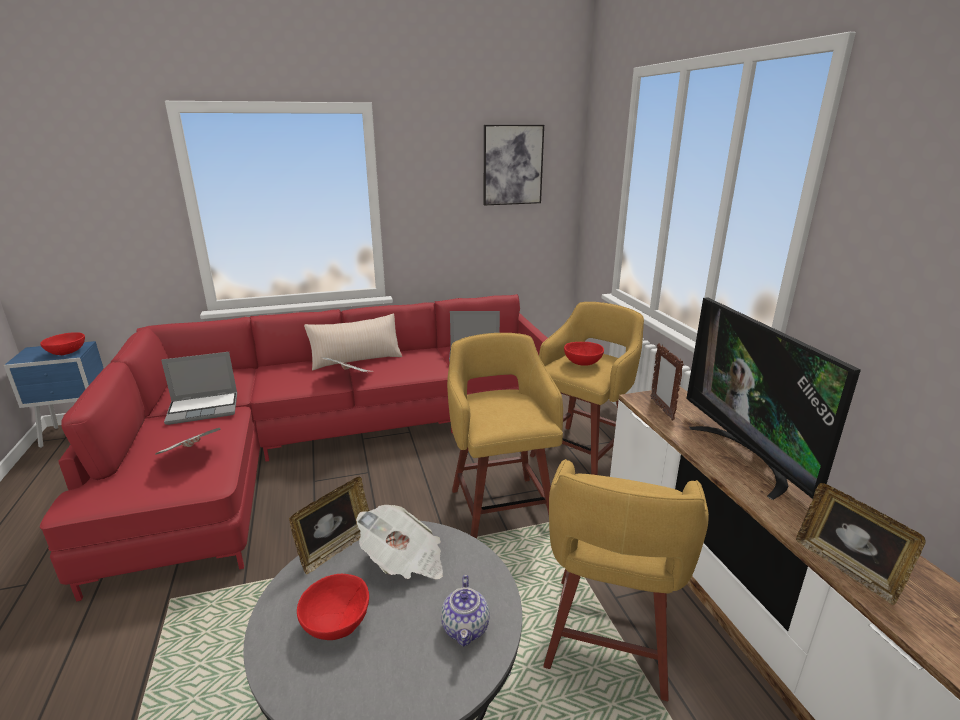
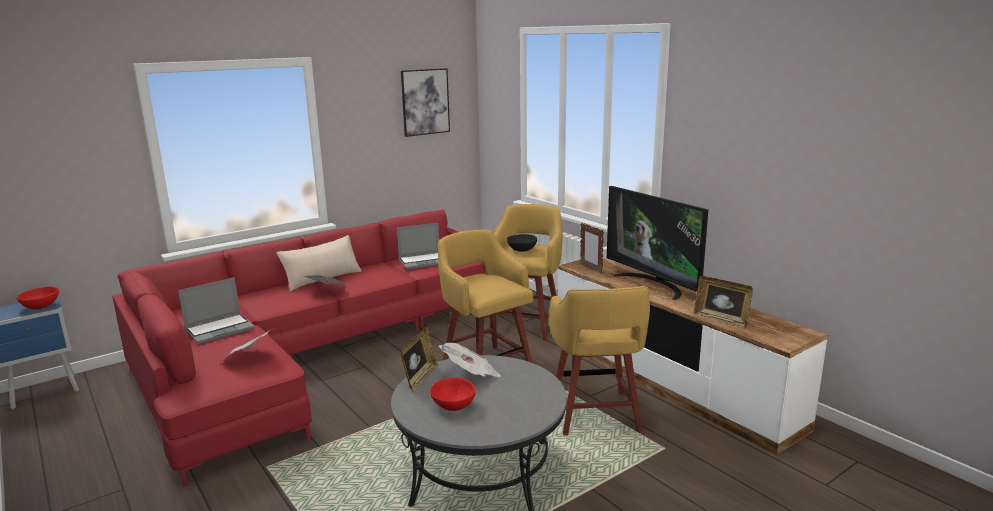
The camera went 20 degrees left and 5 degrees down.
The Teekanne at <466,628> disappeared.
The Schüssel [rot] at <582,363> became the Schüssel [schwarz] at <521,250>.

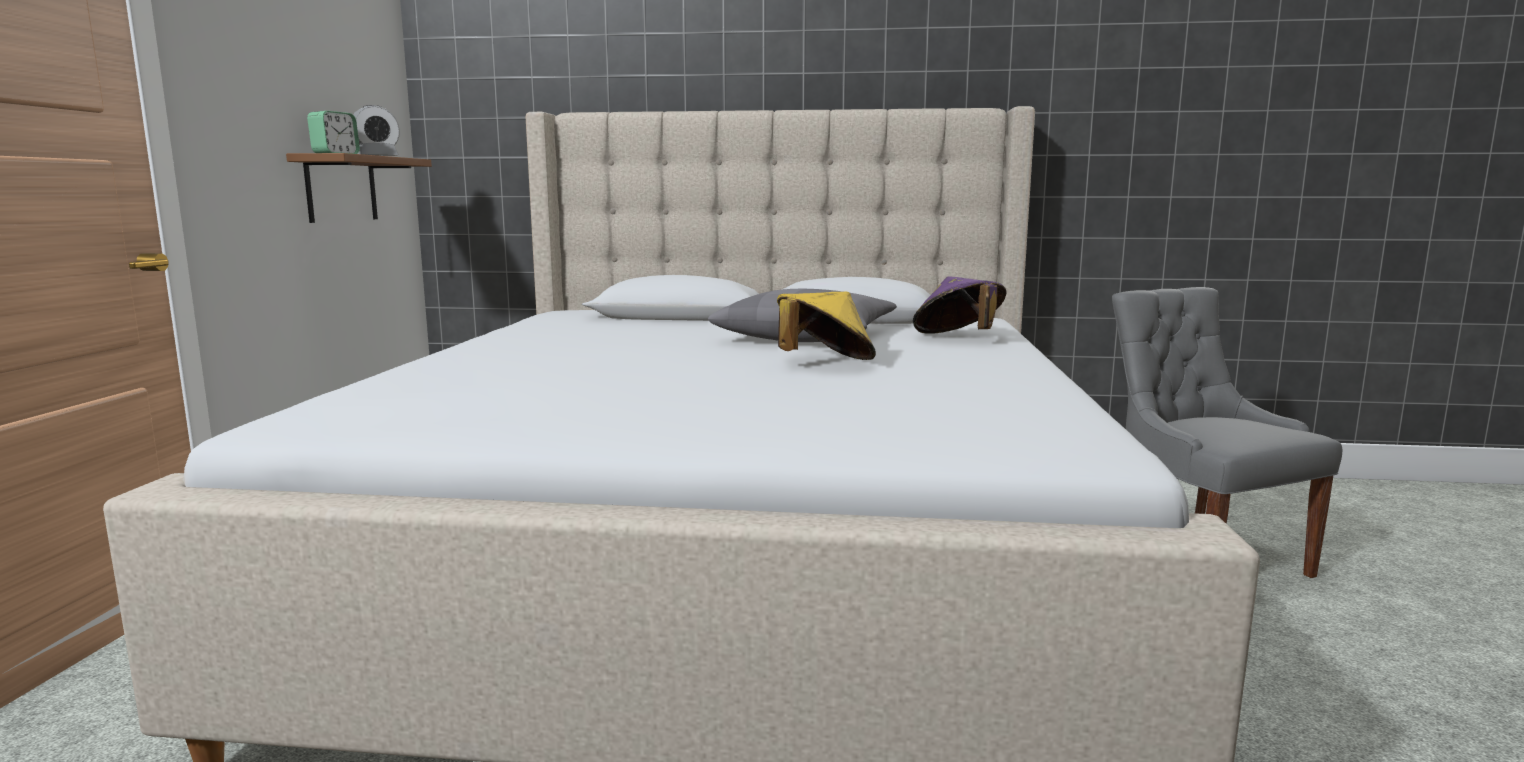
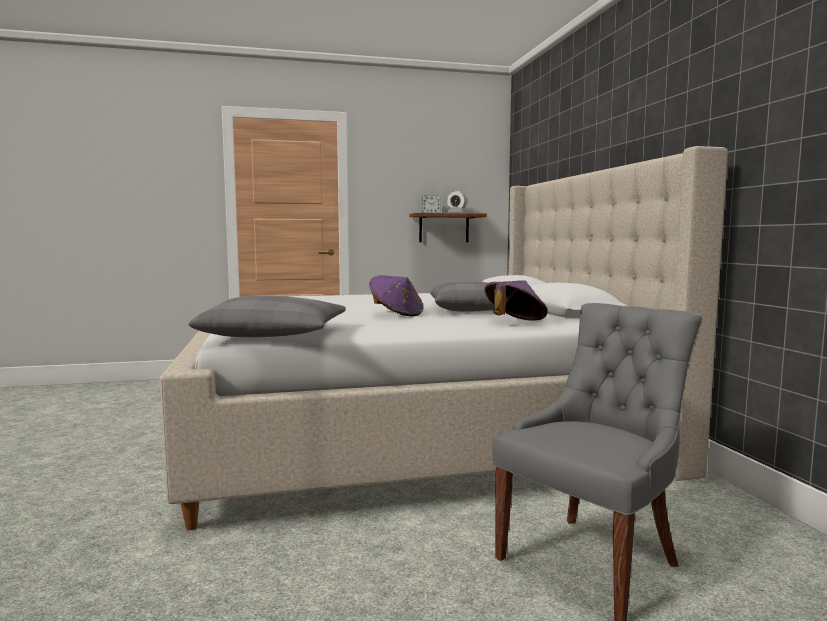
The camera went 70 degrees right and 5 degrees down.
The Kissen [grau] at <275,335> appeared.
The Hut [gelb] at <824,363> became the Hut [lila] at <396,314>.

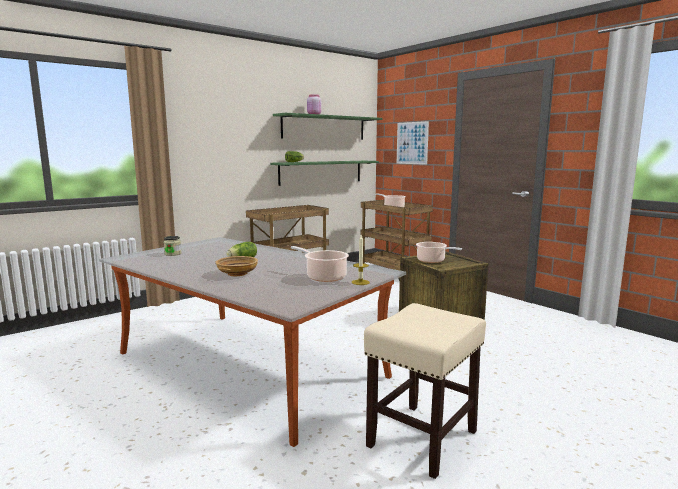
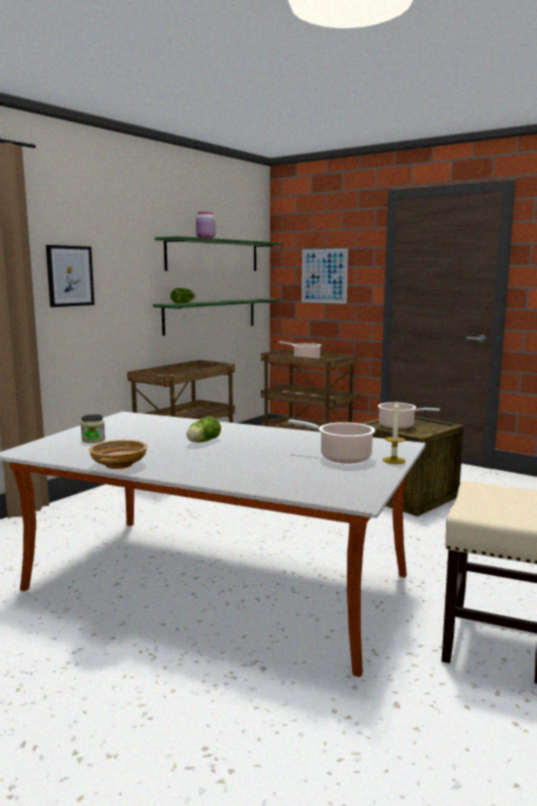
The camera went 15 degrees left and 0 degrees up.
The Bild at <70,276> appeared.
The Schüssel [beige] moved from <237,273> to <119,464>.

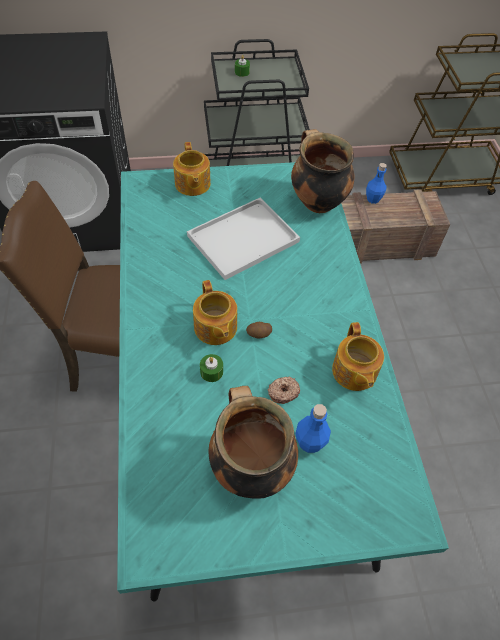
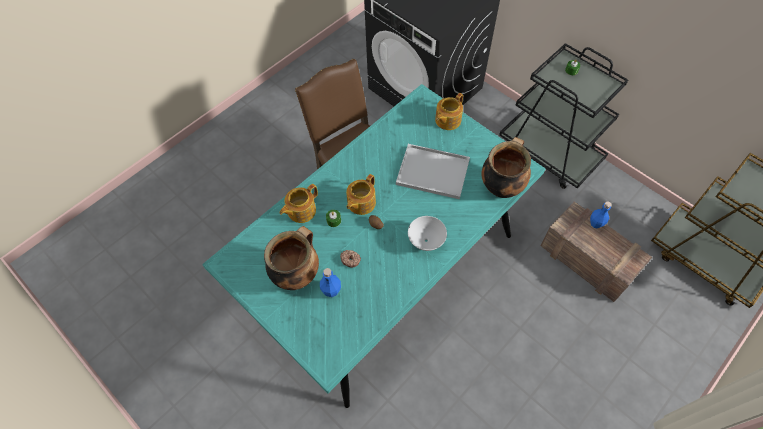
The camera went 55 degrees right and 5 degrees up.
The Schüssel [weiß] at <425,241> appeared.
The Teekanne moved from <354,372> to <301,211>.

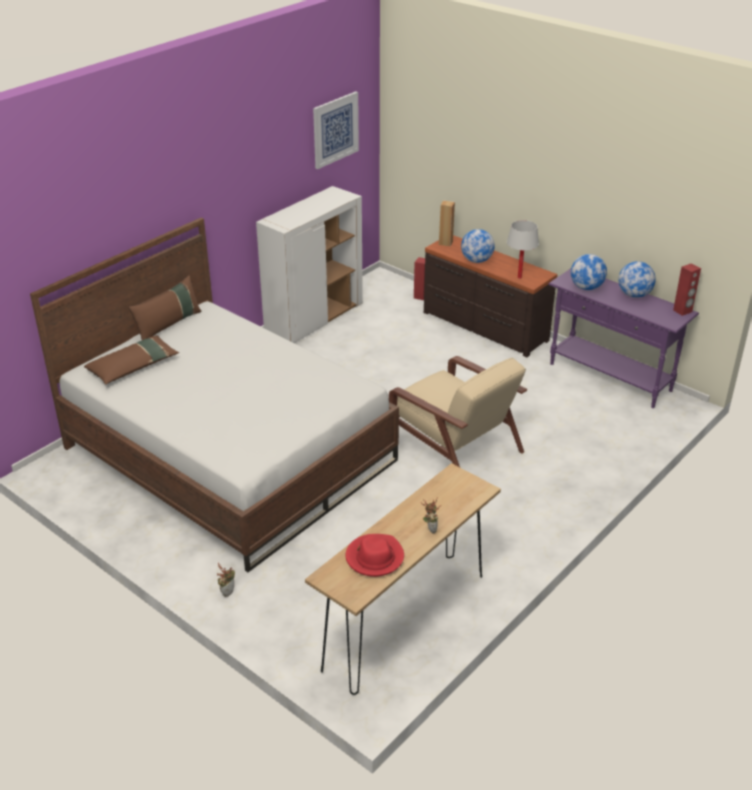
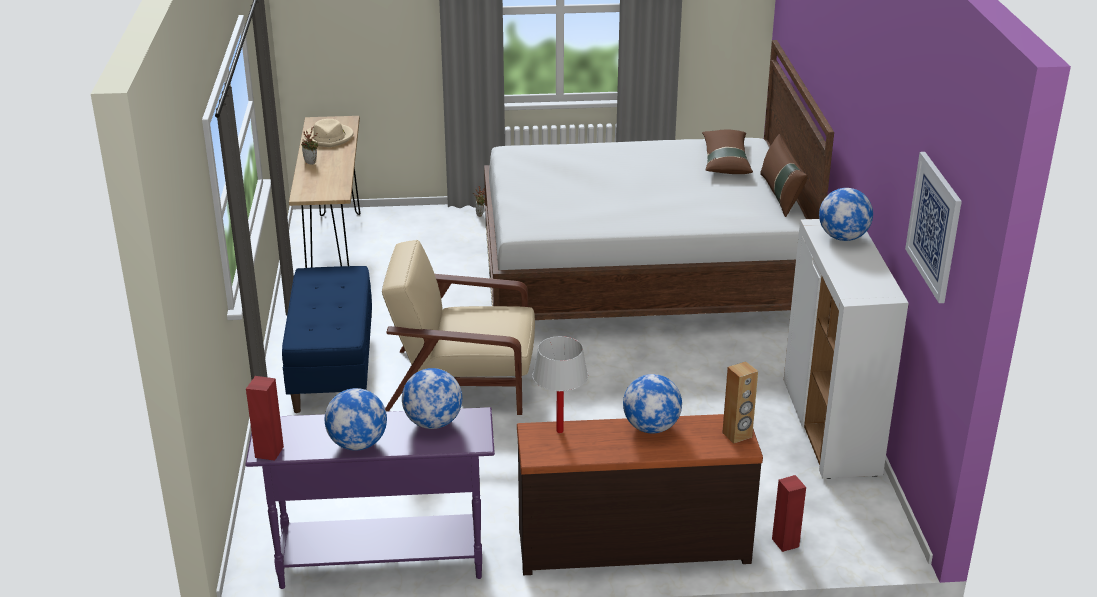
The camera went 135 degrees right and 5 degrees down.
The Bank [blau] at <332,368> appeared.
The Globus at <843,237> appeared.
The Hut [rot] at <374,557> became the Hut [beige] at <329,137>.

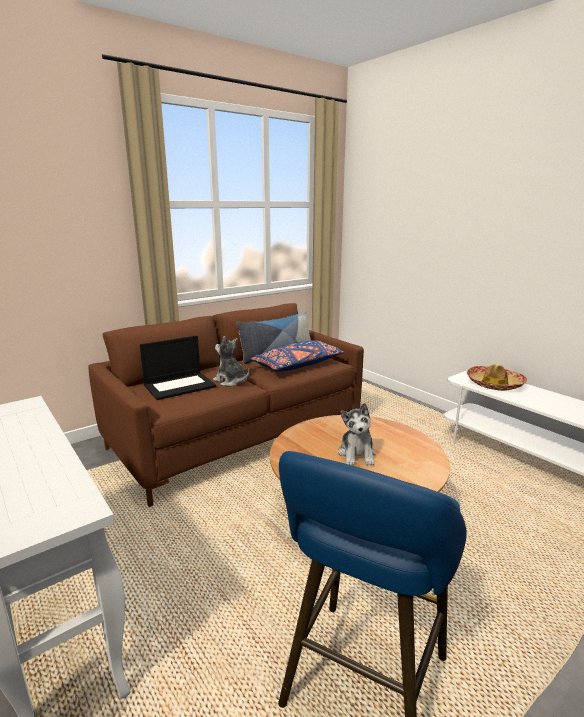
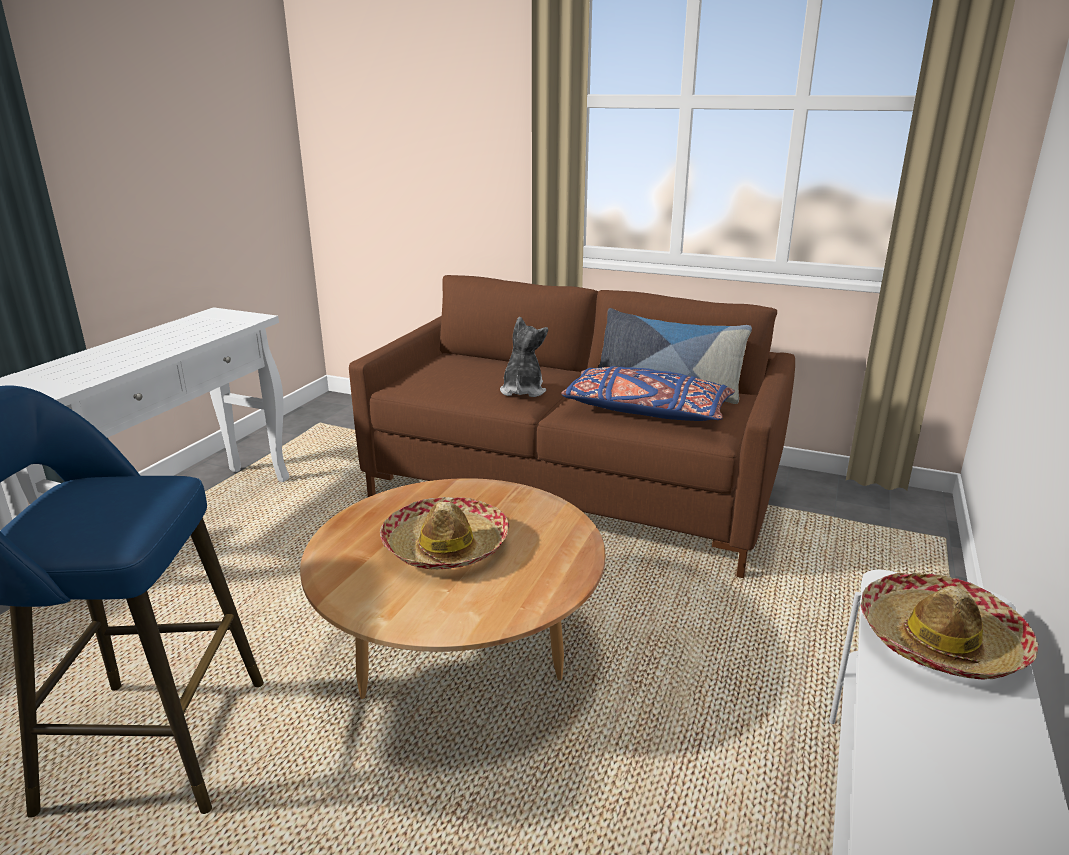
The camera went 60 degrees right and 5 degrees up.
The Laptop at <180,385> disappeared.
The Plüschtier at <357,454> was replaced by the Hut at <445,546>.

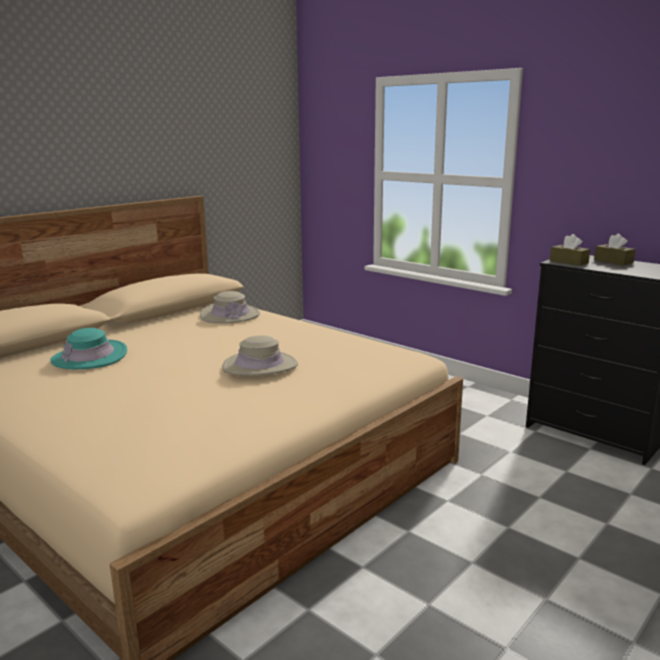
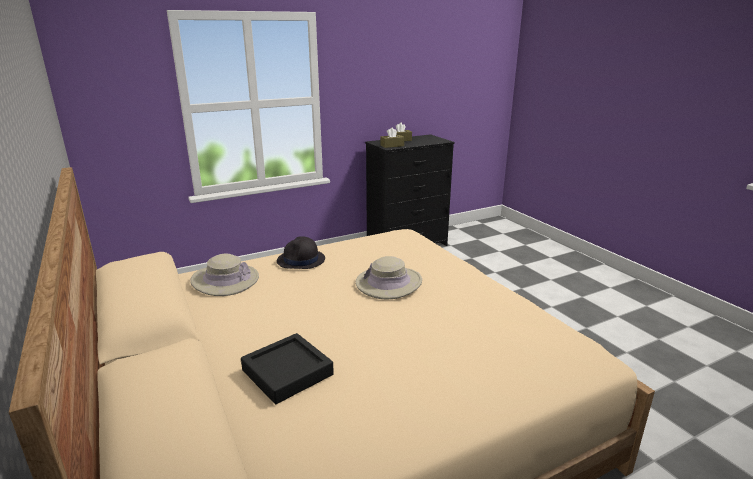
The camera went 70 degrees left and 5 degrees up.
The Hut [schwarz] at <301,260> appeared.
The Hut [türkis] at <90,357> was replaced by the Tablett [schwarz] at <287,372>.

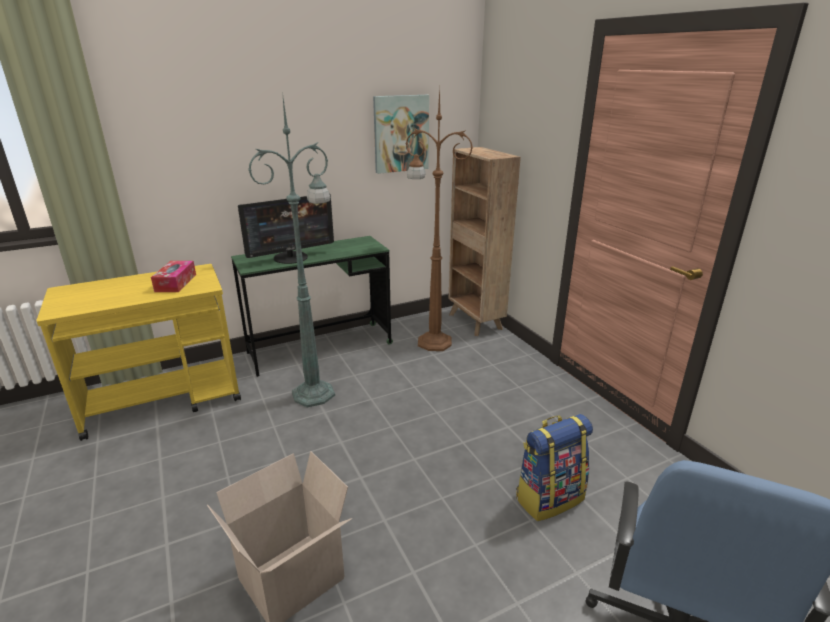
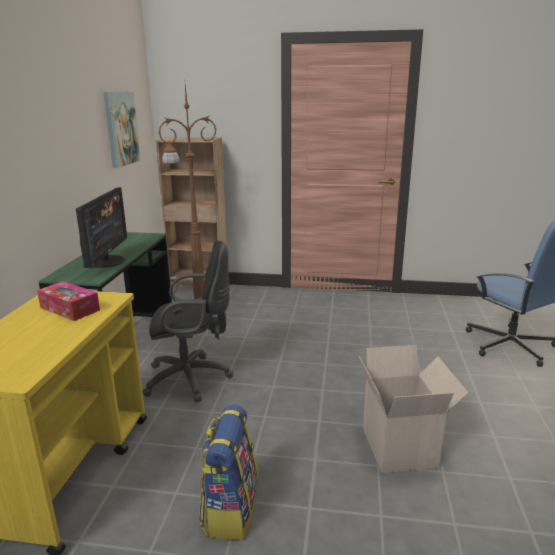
The camera went 55 degrees left and 5 degrees down.
The Rucksack moved from <549,497> to <229,510>.
The Stehlampe [grün] at <315,393> was replaced by the Bürostuhl [schwarz] at <192,378>.

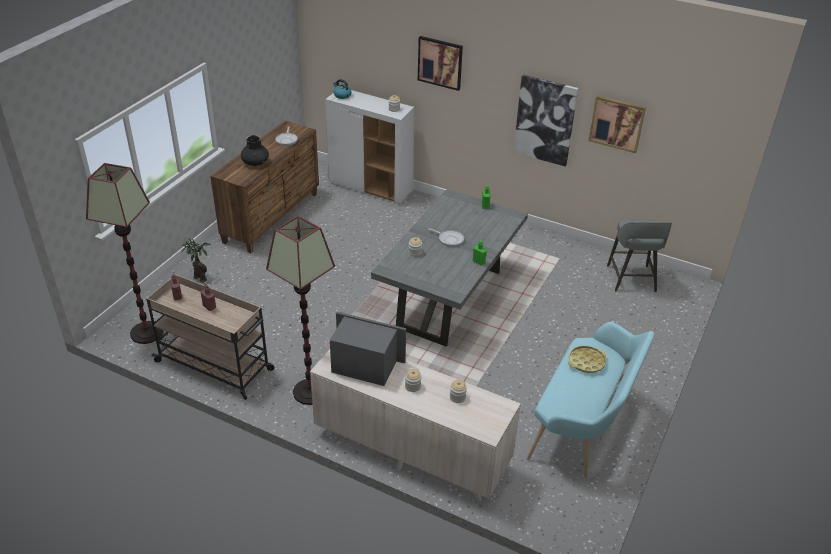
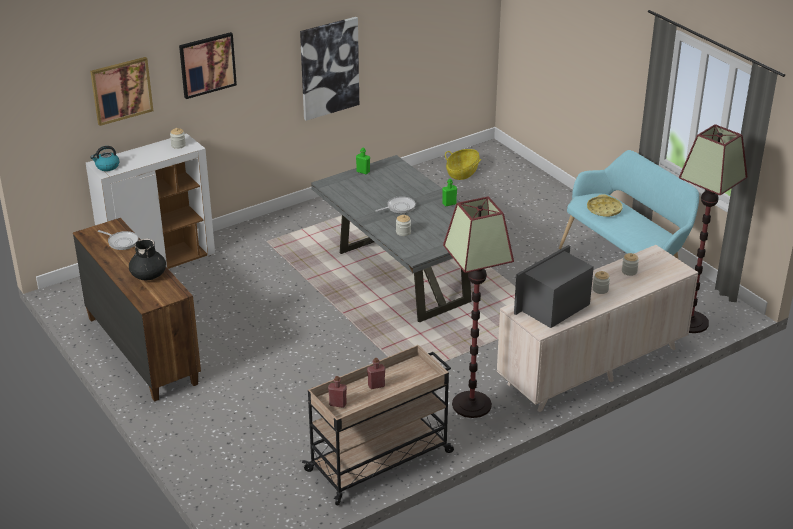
The camera went 60 degrees left and 5 degrees down.
The Topfpflanze at <199,277> disappeared.
The Stehlampe moved from <146,332> to <689,322>.
The Bild moved from <617,123> to <121,90>.
The Hocker [grau] at <631,279> was replaced by the Korb at <462,172>.

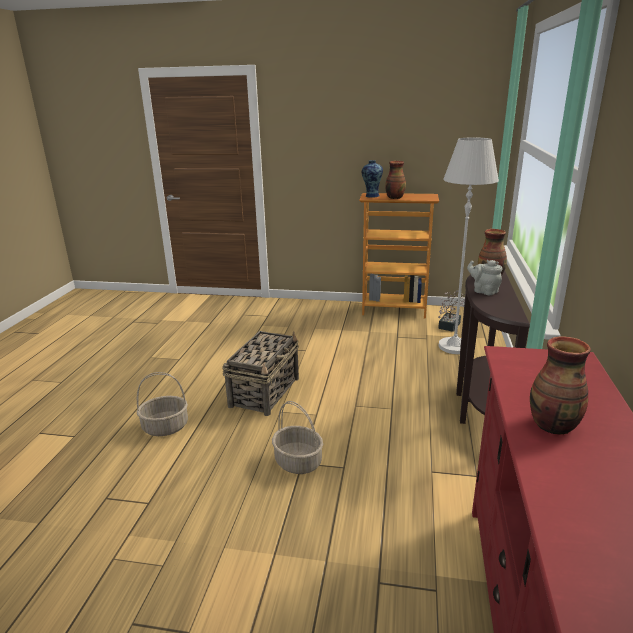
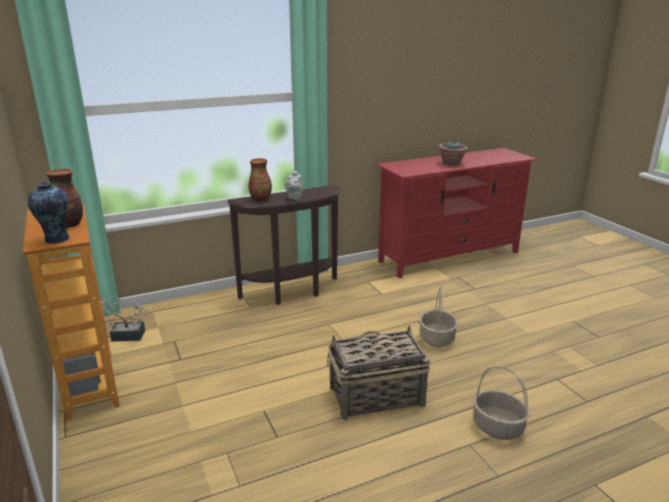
The camera went 125 degrees left and 0 degrees up.
The Stehlampe [weiß] at <454,346> disappeared.
The Vase at <554,426> was replaced by the Topfpflanze at <451,164>.

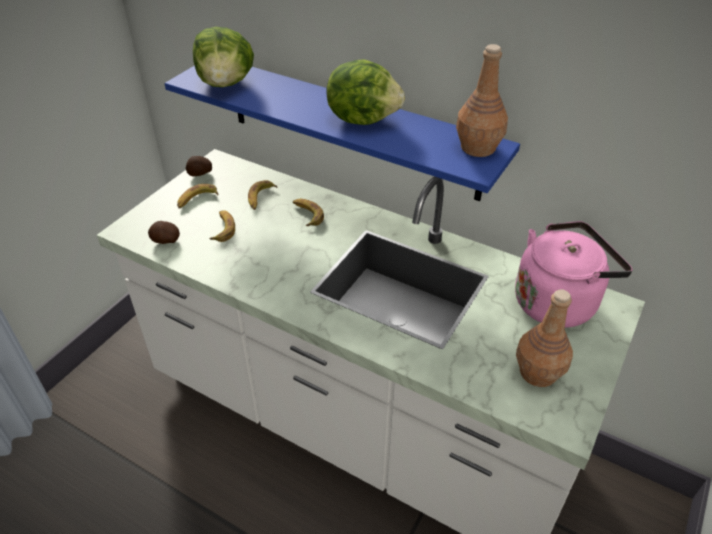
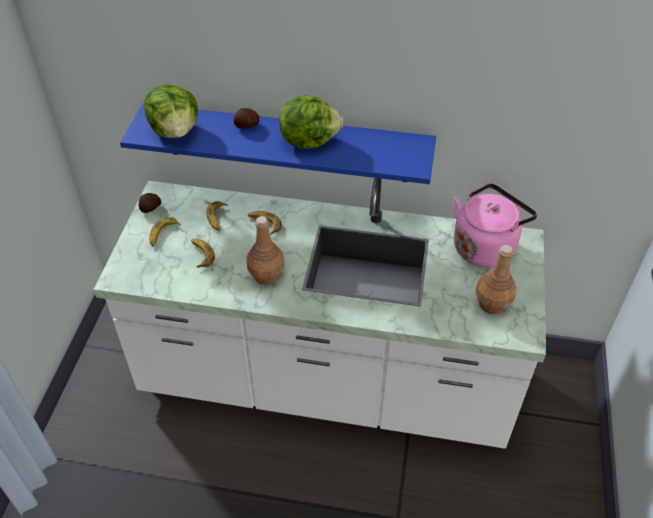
The camera went 20 degrees left and 5 degrees up.
The Kartoffel moved from <165,241> to <247,126>.
The Flasche [braun] moved from <477,148> to <266,276>.

